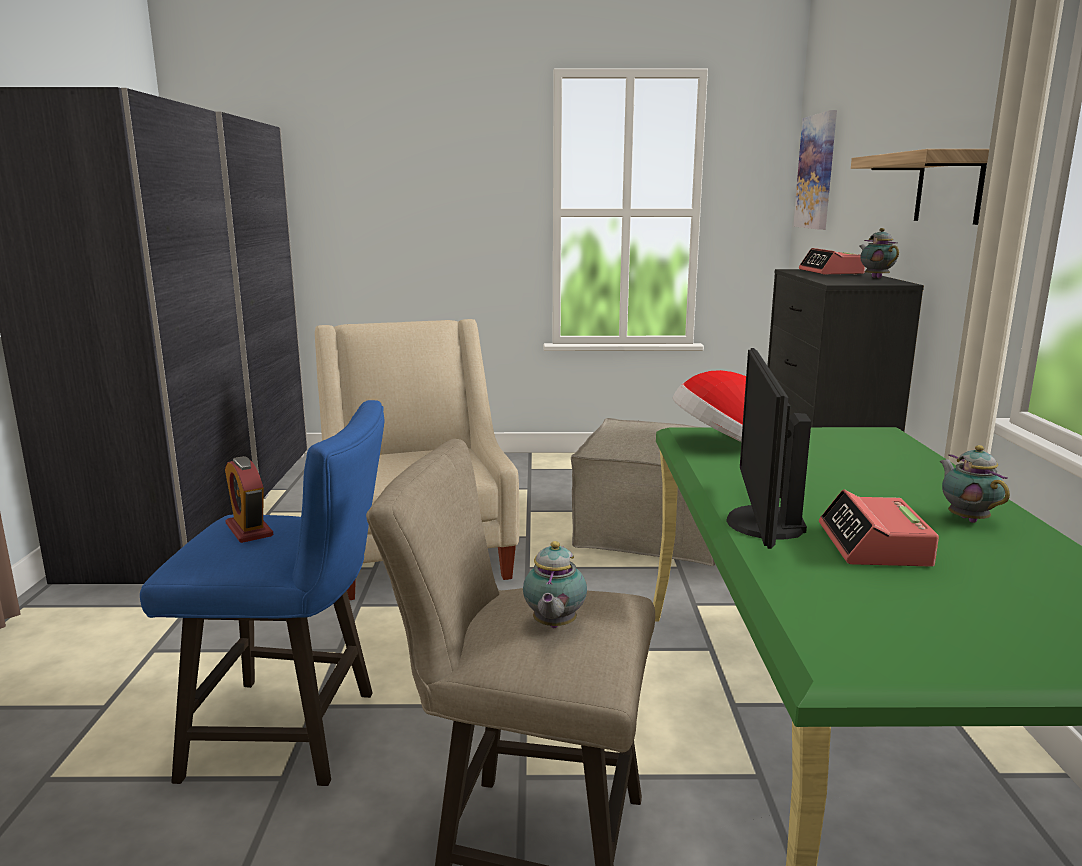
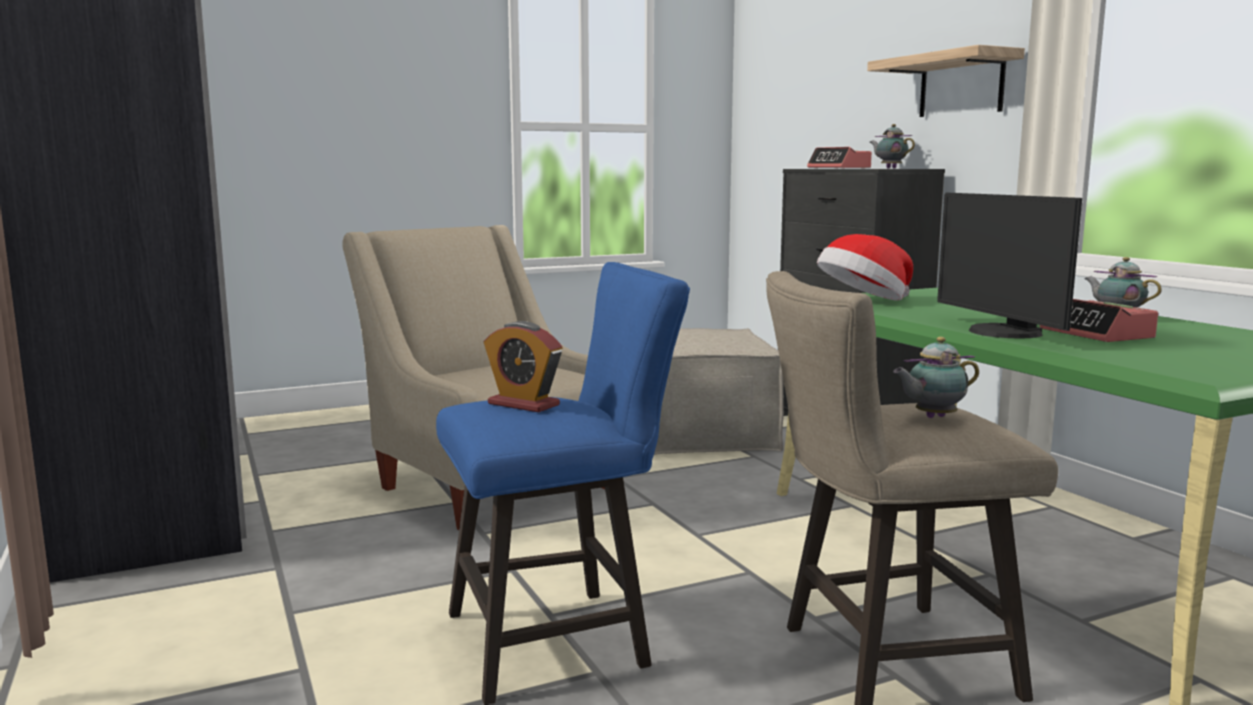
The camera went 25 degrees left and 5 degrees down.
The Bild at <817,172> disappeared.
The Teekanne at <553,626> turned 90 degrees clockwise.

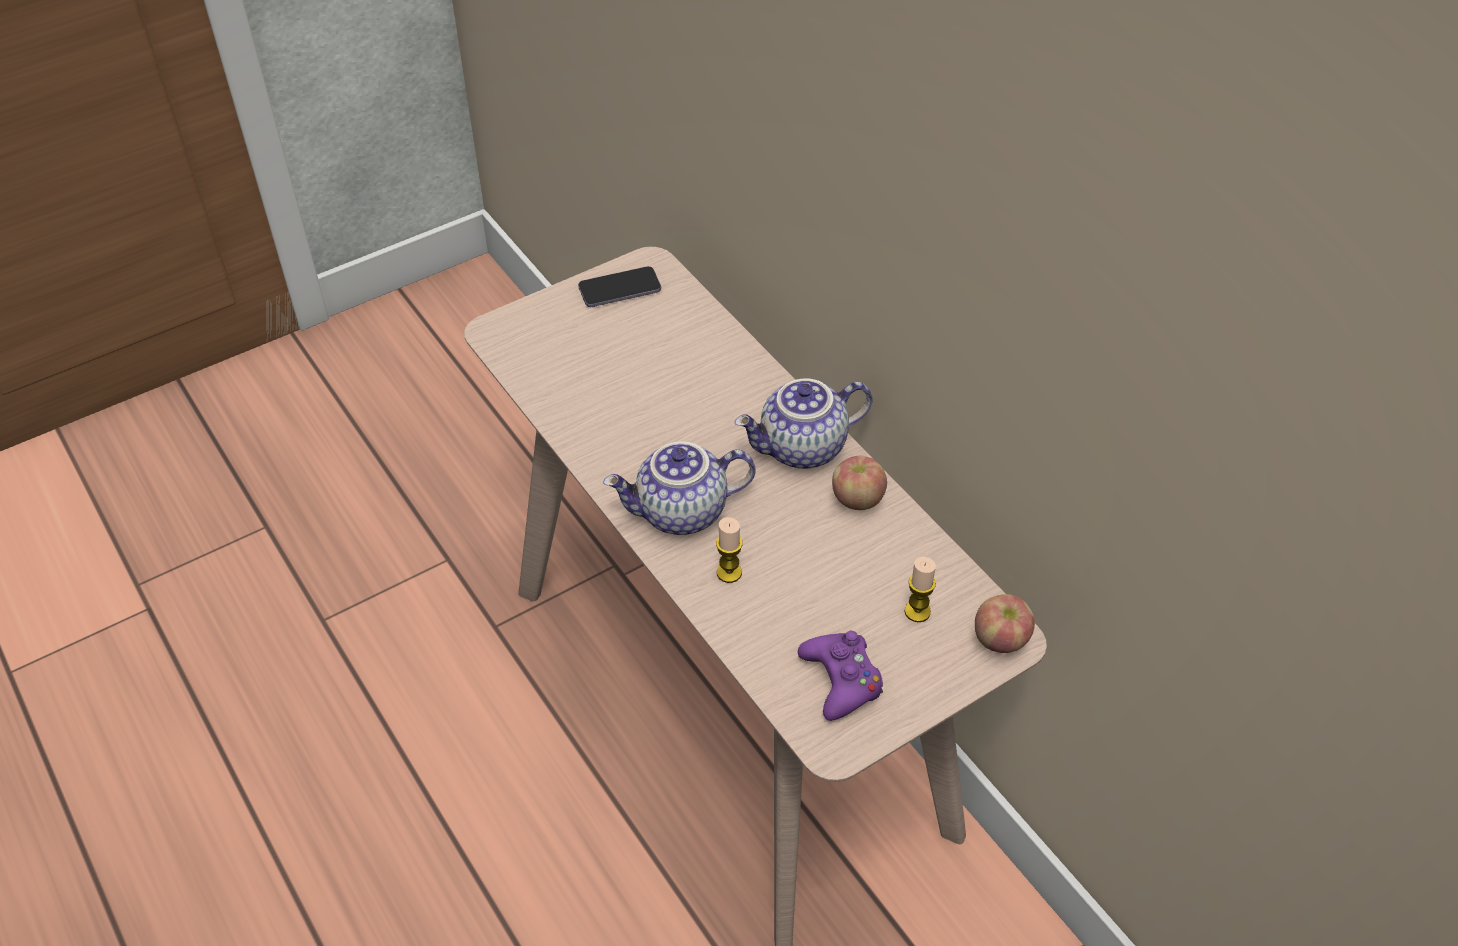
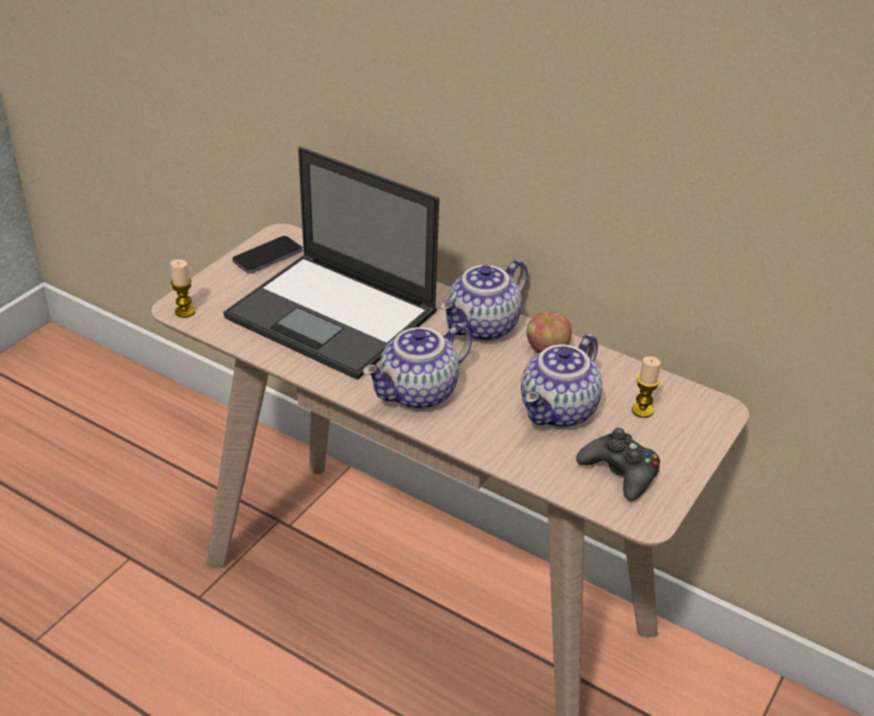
The camera went 25 degrees left and 10 degrees down.
The Apfel at <1000,639> disappeared.
The Laptop at <334,315> appeared.
The Teekanne at <559,412> appeared.
The Kerze moved from <729,572> to <185,311>.
The Gamepad [lila] at <841,680> became the Gamepad [schwarz] at <620,472>.

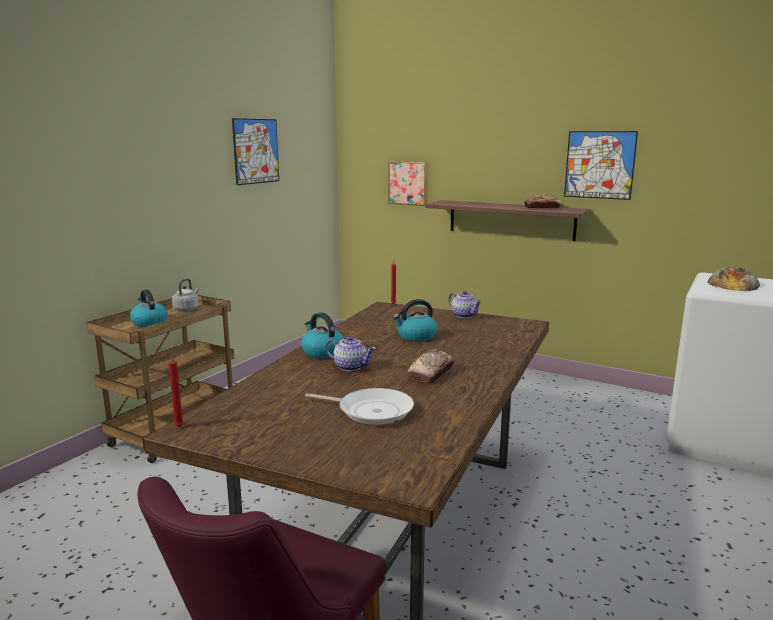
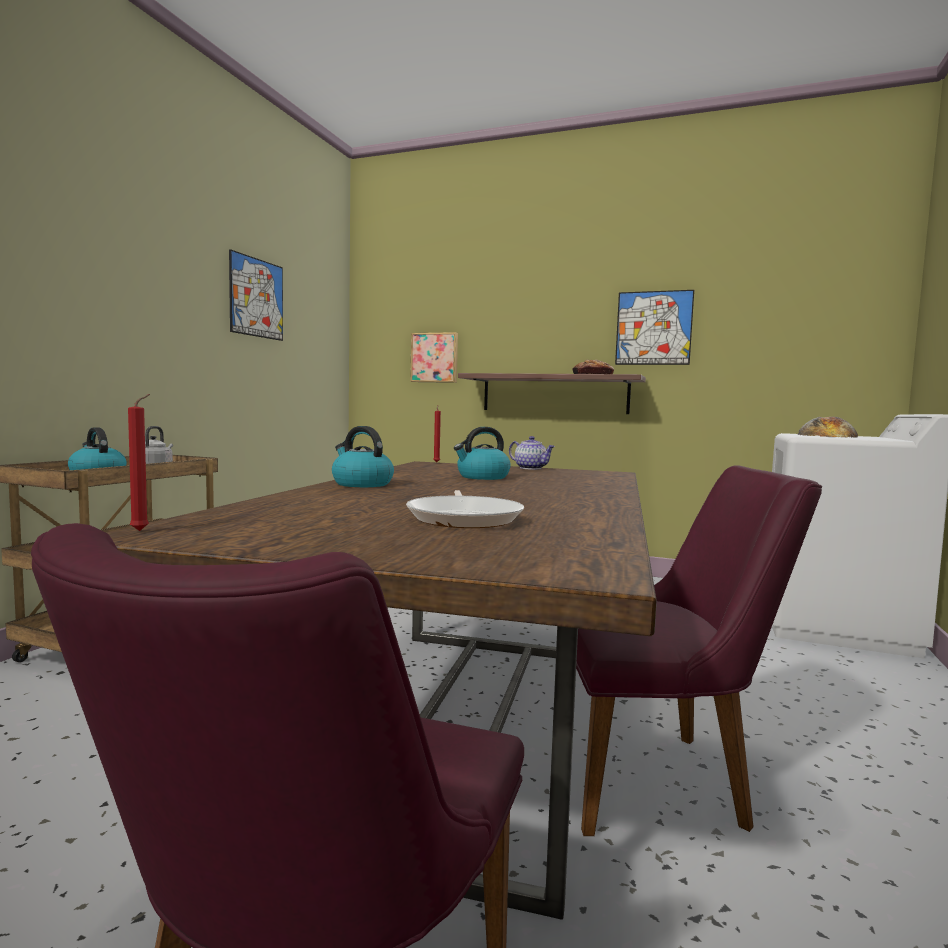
The camera went 10 degrees left and 10 degrees down.
The Teekanne at <351,367> disappeared.
The Brot at <431,373> disappeared.
The Stuhl [lila] at <663,778> appeared.
The Pfanne at <371,411> turned 75 degrees clockwise.

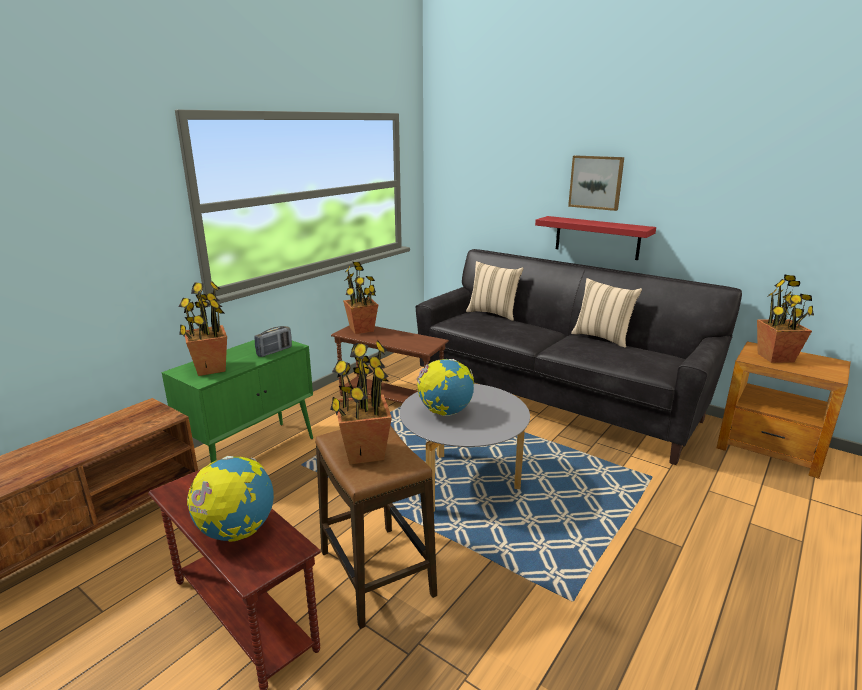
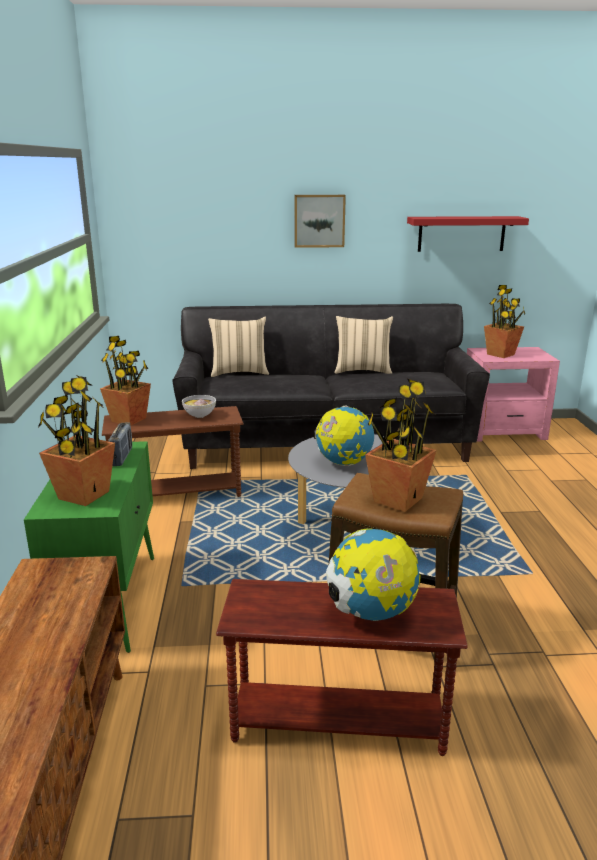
The camera went 40 degrees left and 0 degrees up.
The Schüssel at <199,416> appeared.
The Wandregal [rot] moved from <597,237> to <461,234>.
The Beistelltisch [braun] at <770,449> became the Beistelltisch [rosa] at <503,431>.

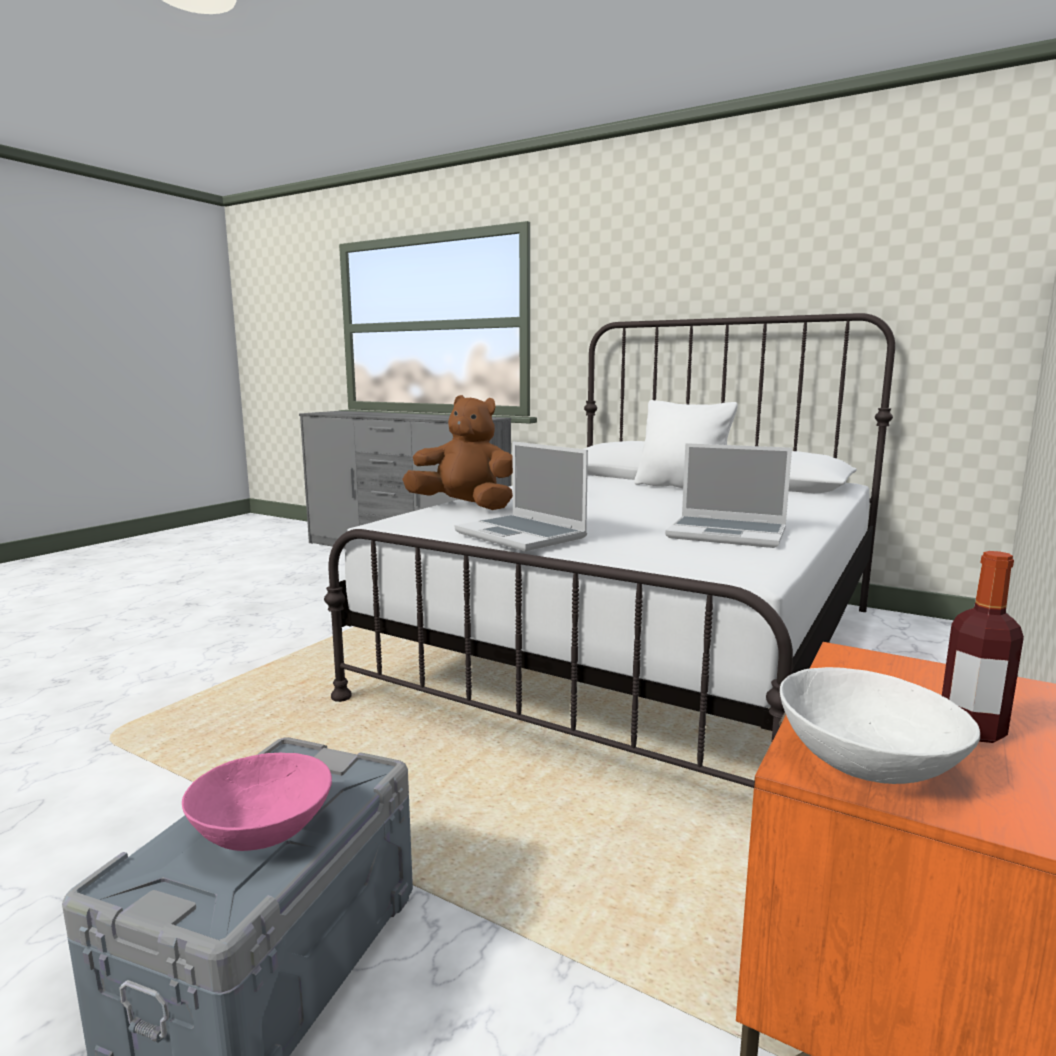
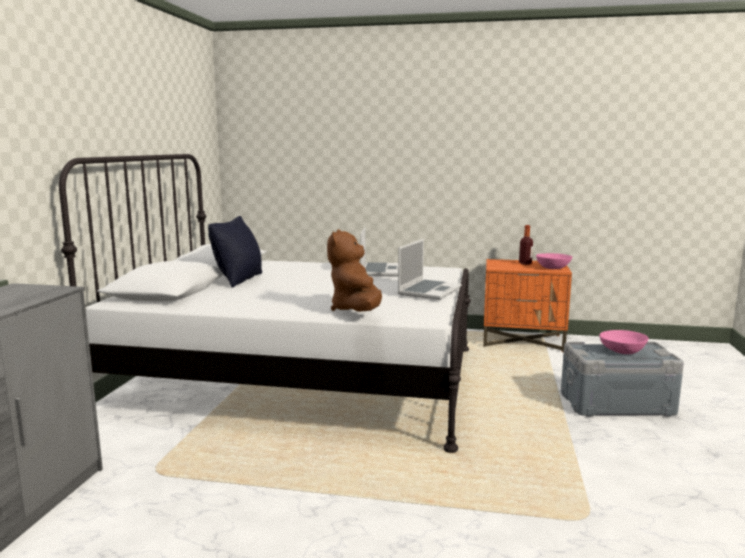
The camera went 110 degrees left and 0 degrees up.
The Kissen [weiß] at <681,487> became the Kissen [schwarz] at <239,280>.
The Schüssel [weiß] at <864,763> became the Schüssel [rosa] at <553,268>.

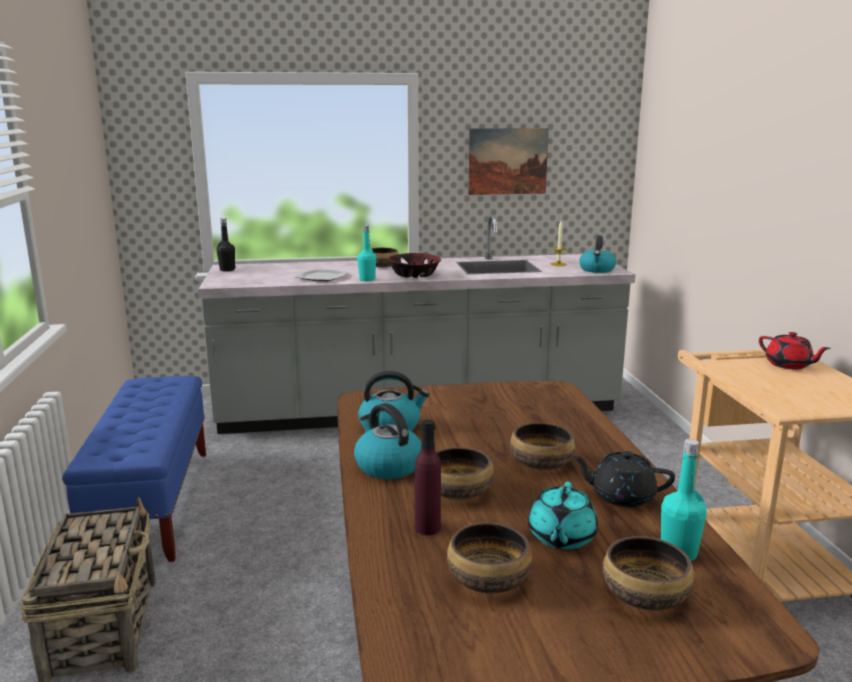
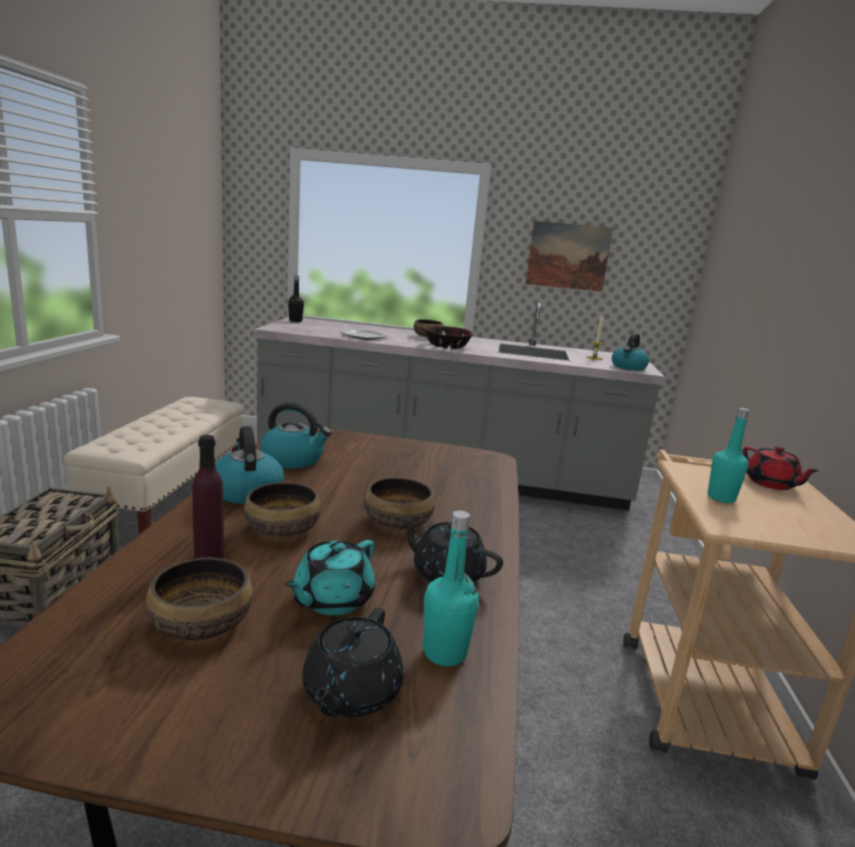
The camera went 15 degrees right and 0 degrees up.
The Flasche [türkis] moved from <367,279> to <721,498>.
The Schüssel at <646,596> was replaced by the Teekanne [schwarz] at <350,693>.
The Bank [blau] at <152,504> became the Bank [beige] at <169,502>.

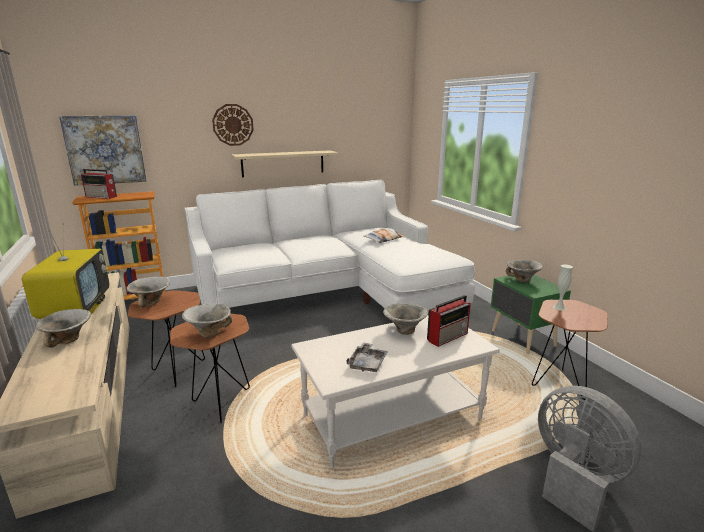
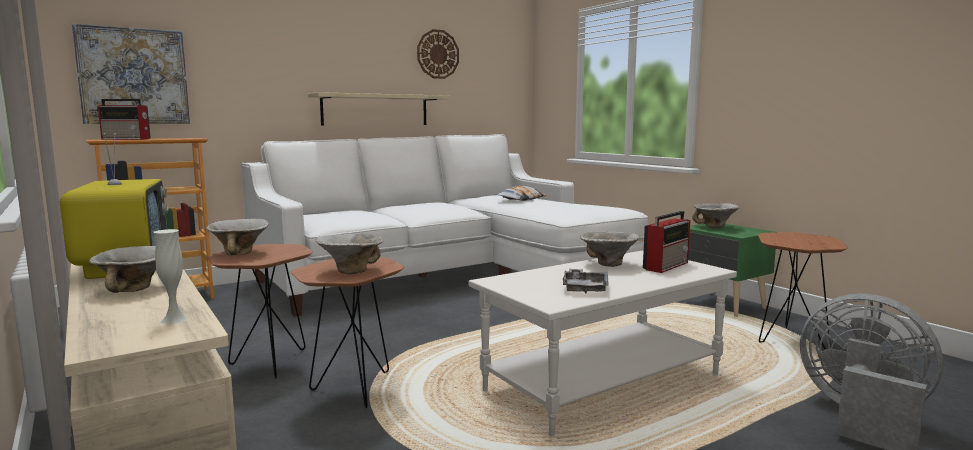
The camera went 10 degrees left and 10 degrees down.
The Wanduhr moved from <233,125> to <438,54>.
The Vase [weiß] moved from <559,307> to <174,320>.

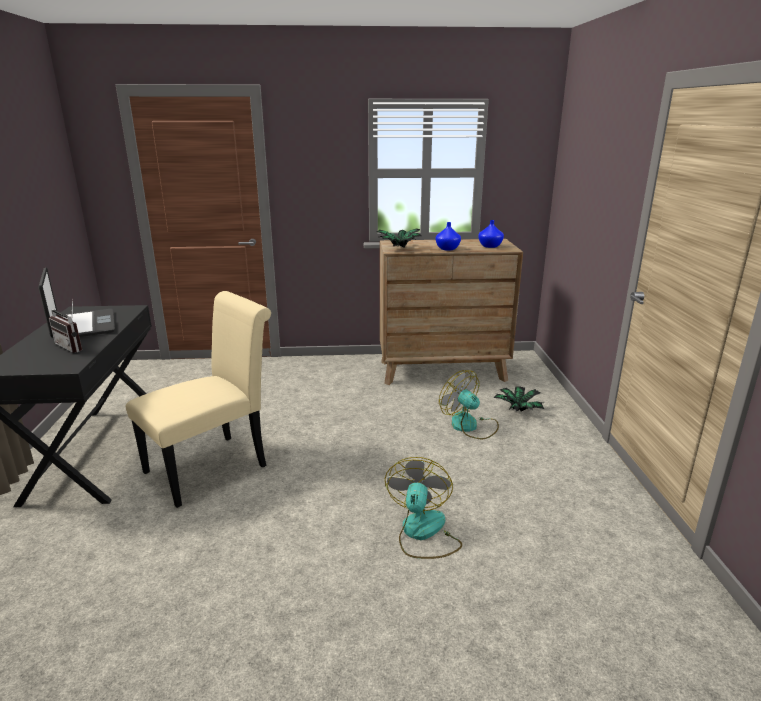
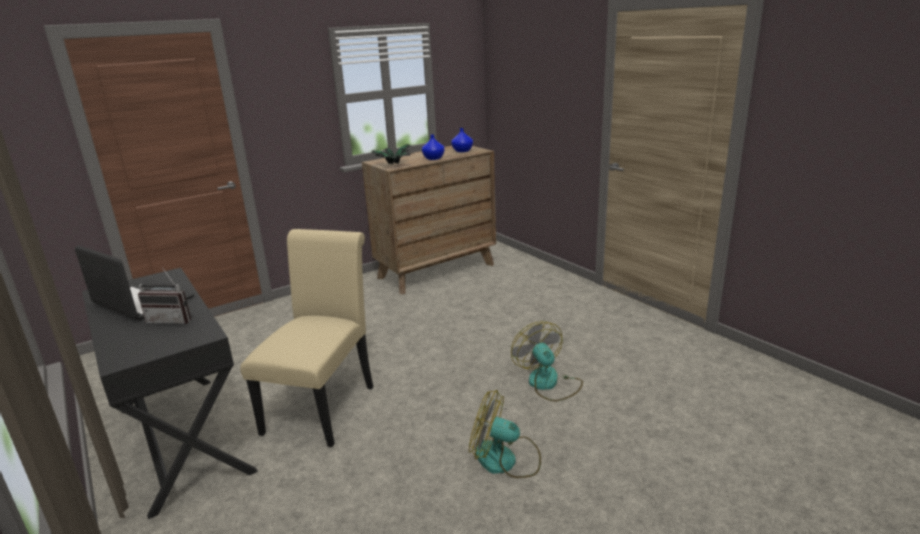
The camera went 30 degrees left and 0 degrees up.
The Topfpflanze at <517,409> disappeared.
The Ventilator moved from <470,426> to <505,460>.

